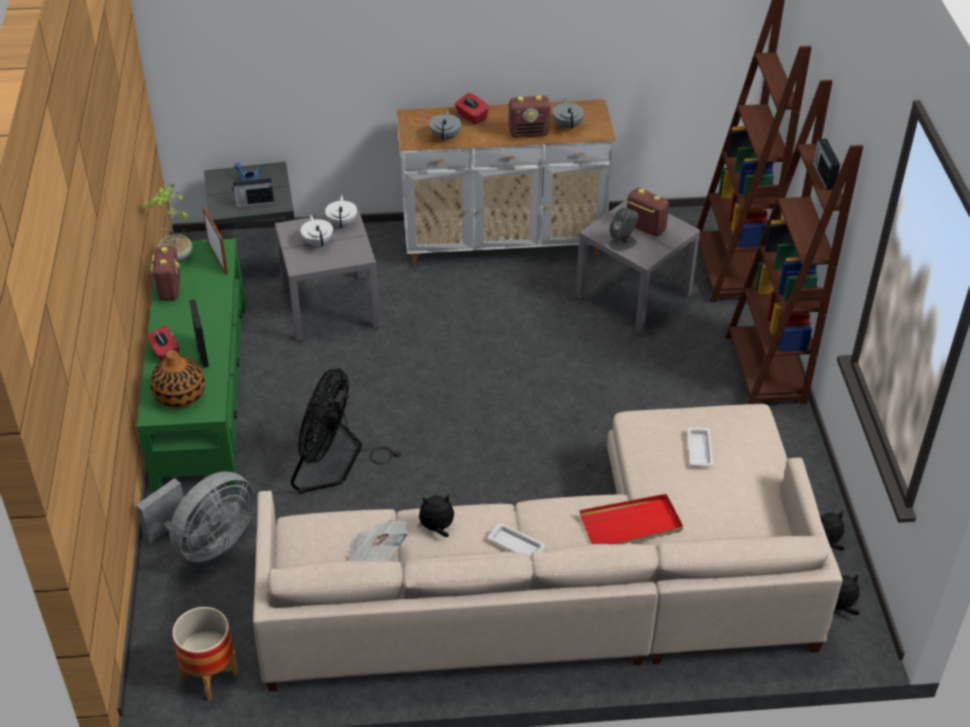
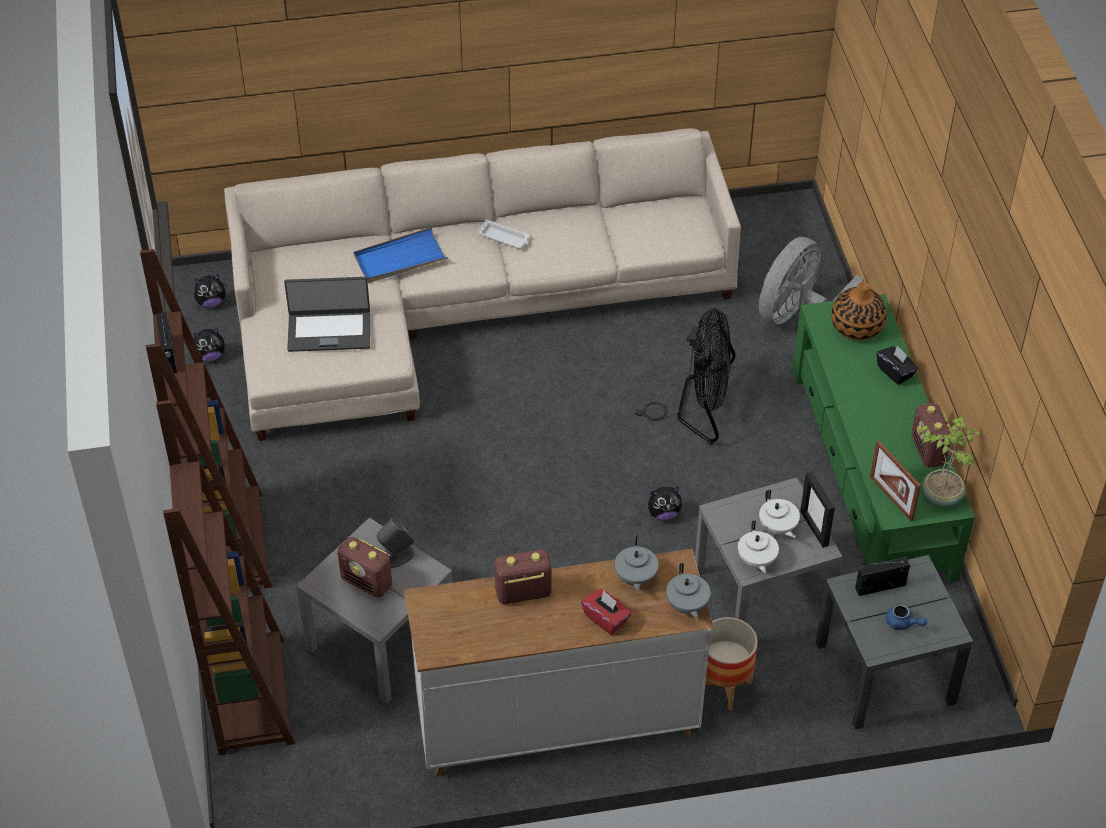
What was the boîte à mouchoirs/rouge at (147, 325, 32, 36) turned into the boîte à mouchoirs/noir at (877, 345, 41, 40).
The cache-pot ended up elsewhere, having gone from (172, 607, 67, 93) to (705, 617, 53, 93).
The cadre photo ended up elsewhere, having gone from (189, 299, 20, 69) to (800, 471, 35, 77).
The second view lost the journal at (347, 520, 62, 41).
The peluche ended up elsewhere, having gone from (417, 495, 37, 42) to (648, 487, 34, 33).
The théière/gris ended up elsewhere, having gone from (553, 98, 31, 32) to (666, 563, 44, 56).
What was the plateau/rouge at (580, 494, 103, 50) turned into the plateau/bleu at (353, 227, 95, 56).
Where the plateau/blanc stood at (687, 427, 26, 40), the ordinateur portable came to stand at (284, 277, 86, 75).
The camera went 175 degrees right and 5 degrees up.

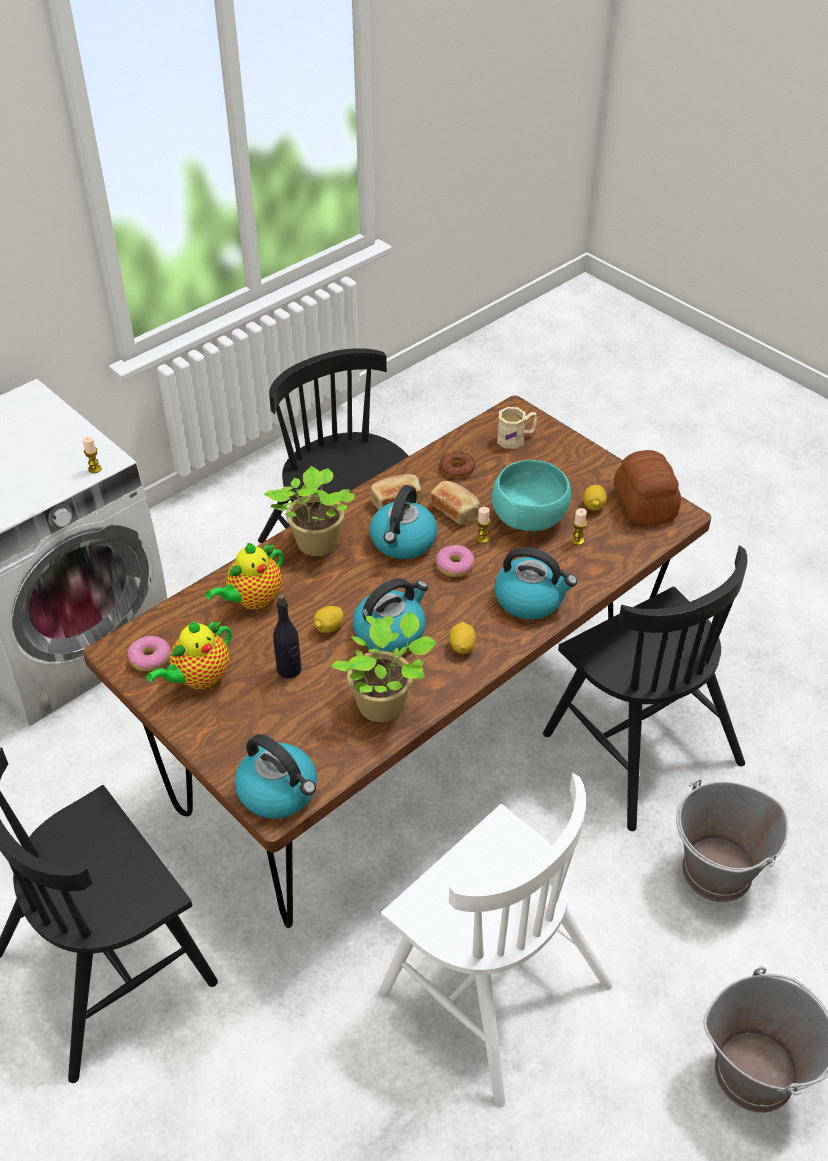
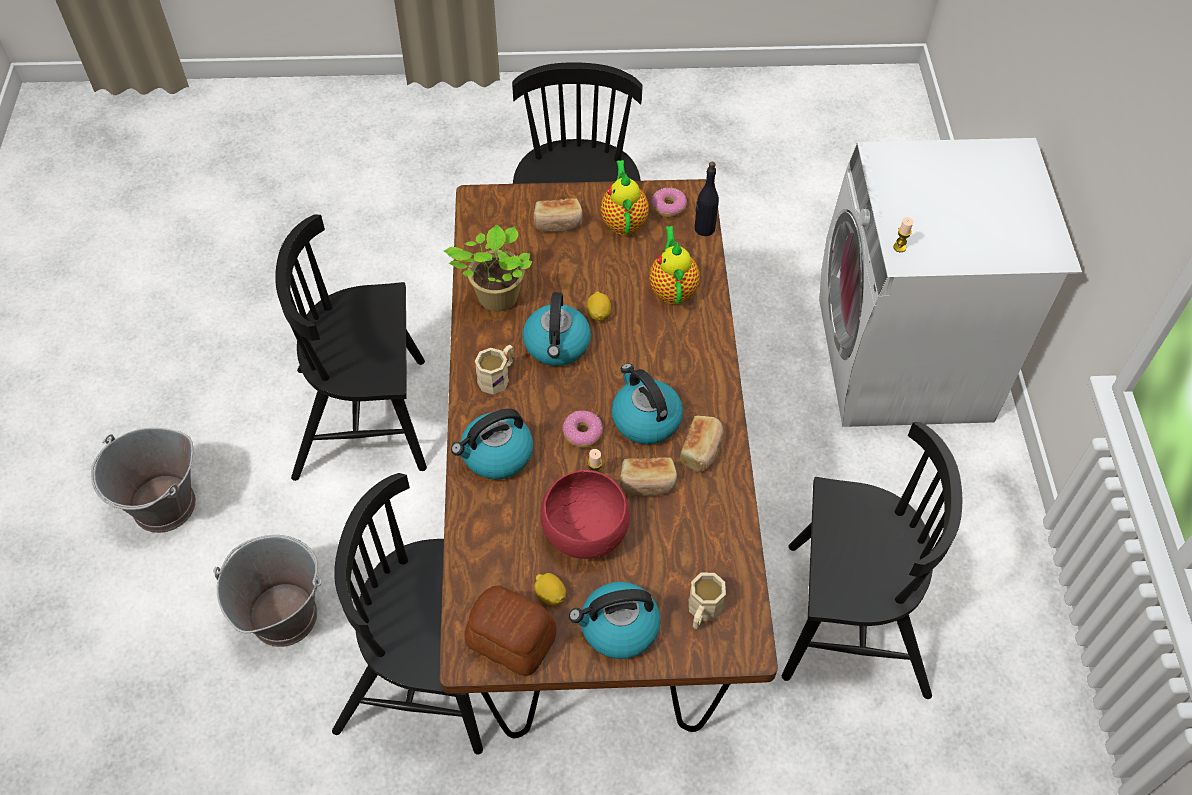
The bouilloire ended up elsewhere, having gone from (235, 734, 82, 85) to (569, 582, 92, 77).
The second view lost the plante en pot at (264, 466, 91, 90).
The bouteille/noir ended up elsewhere, having gone from (273, 593, 28, 85) to (694, 162, 25, 74).
What was the chaise/blanc at (378, 773, 235, 335) turned into the chaise/noir at (275, 215, 152, 266).
The second view lost the beignet at (439, 451, 36, 27).
Where the citron stood at (450, 622, 26, 32), the mug/beige came to stand at (475, 345, 39, 50).
What was the bol/turquoise at (492, 460, 79, 71) turned into the bol/rouge at (540, 470, 90, 89).
The second view lost the bougie at (571, 508, 16, 37).
The second view gained the pain at (534, 198, 49, 34).
The camera went 130 degrees right and 10 degrees up.

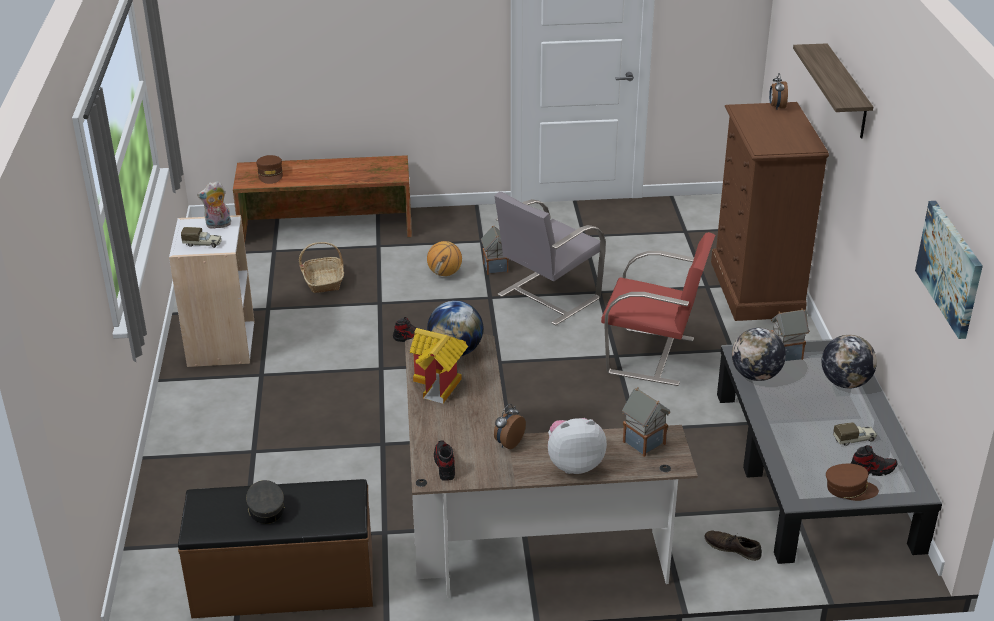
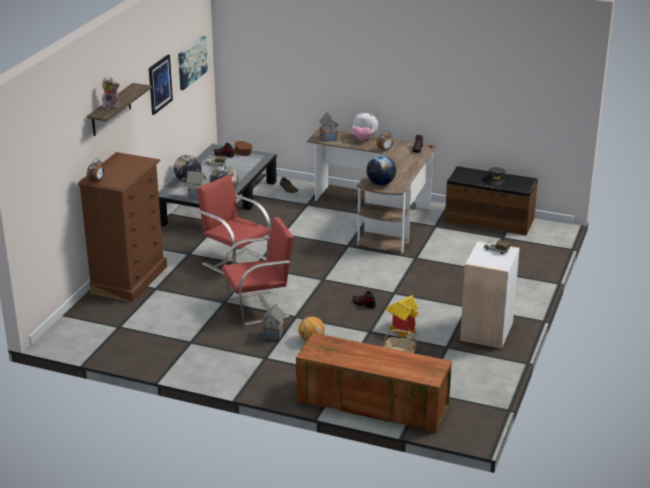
The peluche ended up elsewhere, having gone from (197, 181, 34, 48) to (102, 77, 18, 32).
The second view lost the casquette/marron at (256, 155, 27, 29).
The maison miniature ended up elsewhere, having gone from (410, 328, 58, 75) to (386, 295, 33, 44).
What was the chaise/gris at (494, 192, 112, 133) turned into the chaise/rouge at (222, 217, 72, 109).
The second view gained the tableau at (149, 55, 24, 60).
The camera went 155 degrees left and 5 degrees down.

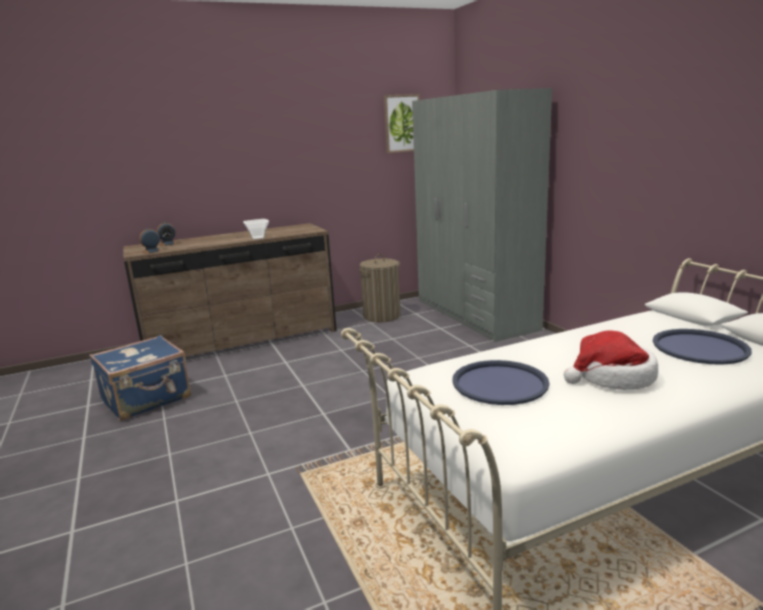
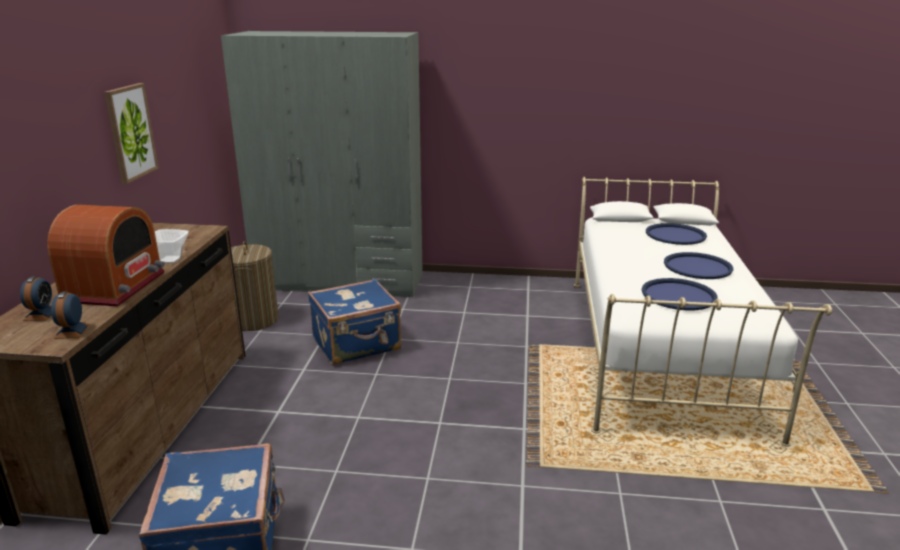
The tableau ended up elsewhere, having gone from (384, 94, 36, 59) to (104, 83, 55, 101).
Where the chapeau stood at (564, 330, 94, 60), the plateau/bleu came to stand at (664, 252, 69, 27).
The second view gained the radio at (47, 205, 118, 101).
The second view gained the valise/bleu at (308, 279, 93, 86).
The camera went 60 degrees left and 5 degrees up.

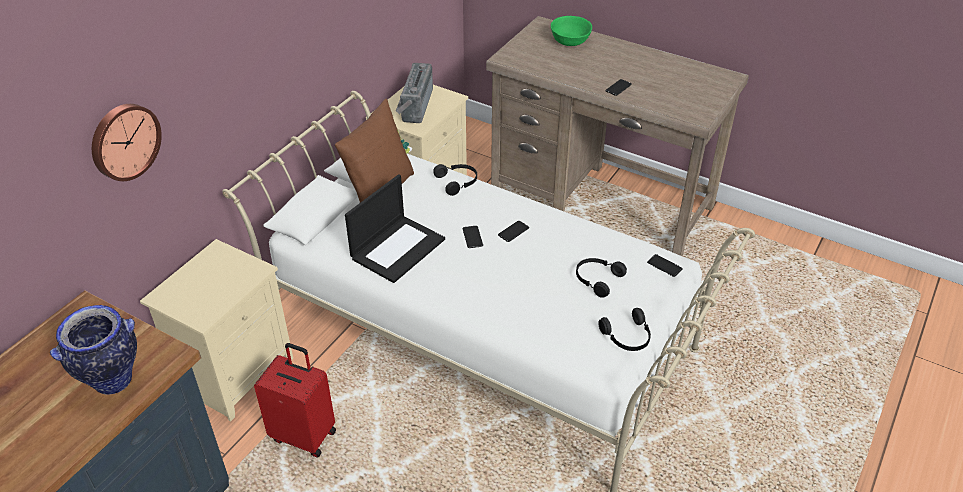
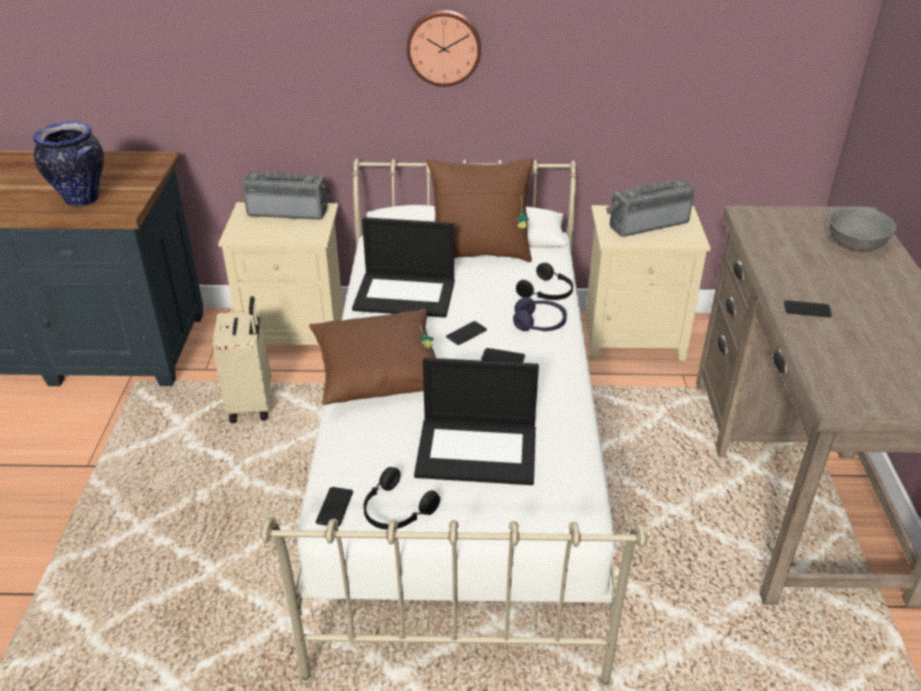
The horloge murale ended up elsewhere, having gone from (92, 104, 70, 77) to (407, 10, 74, 77).
What was the valise/rouge at (254, 343, 82, 115) turned into the valise/beige at (212, 296, 59, 127).
What was the bol/vert at (551, 16, 41, 30) turned into the bol/gris at (829, 206, 67, 46).
Where the casque audio/noir stood at (576, 258, 51, 40), the ordinateur portable came to stand at (414, 358, 125, 127).
The téléphone ended up elsewhere, having gone from (647, 254, 36, 23) to (316, 487, 37, 40).
The second view gained the radio at (242, 170, 87, 50).
The second view gained the coussin/marron at (309, 309, 127, 96).
The second view gained the casque audio/violet at (513, 297, 54, 34).
The camera went 60 degrees right and 5 degrees down.

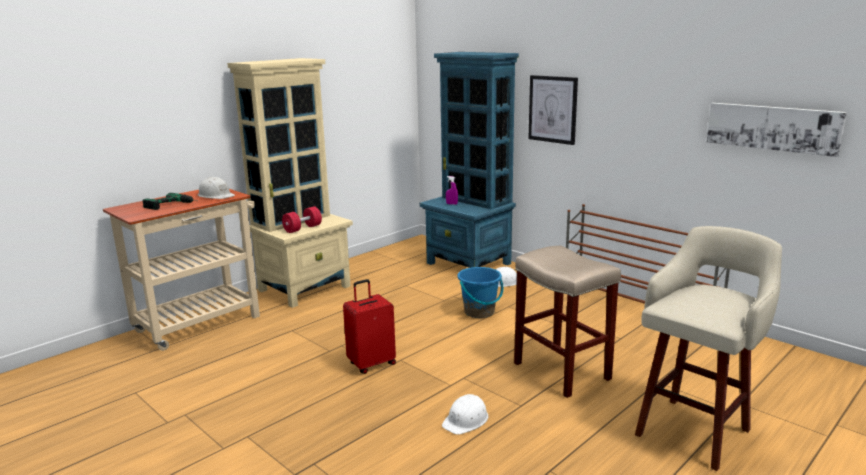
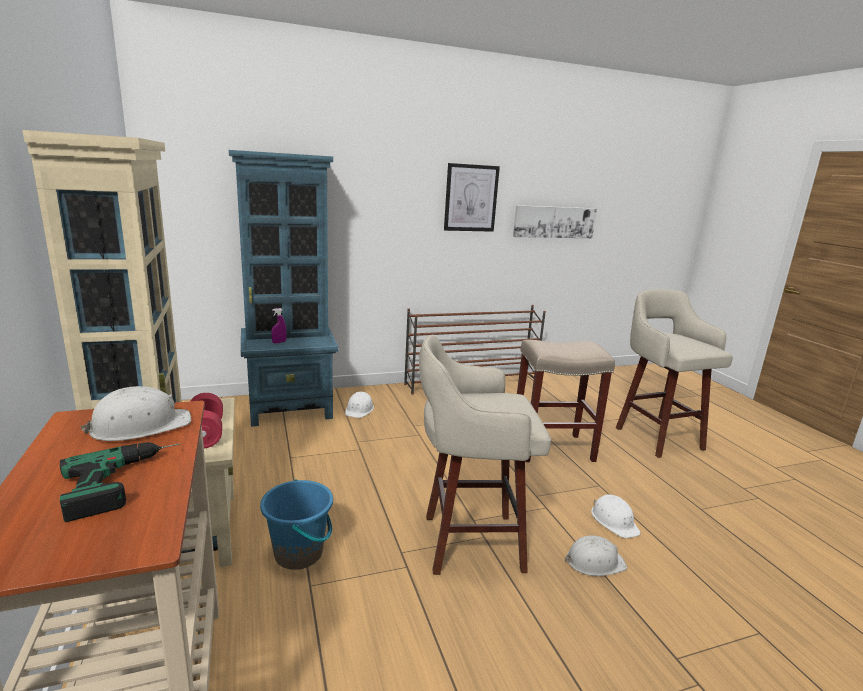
Where the valise/rouge stood at (343, 279, 53, 95), the tabouret/beige came to stand at (419, 335, 132, 240).
The seau/bleu ended up elsewhere, having gone from (457, 267, 46, 51) to (260, 479, 73, 91).
The tableau ended up elsewhere, having gone from (528, 75, 50, 70) to (444, 163, 56, 69).
The second view gained the casque de chantier/blanc at (565, 536, 62, 40).
The camera went 65 degrees left and 0 degrees up.

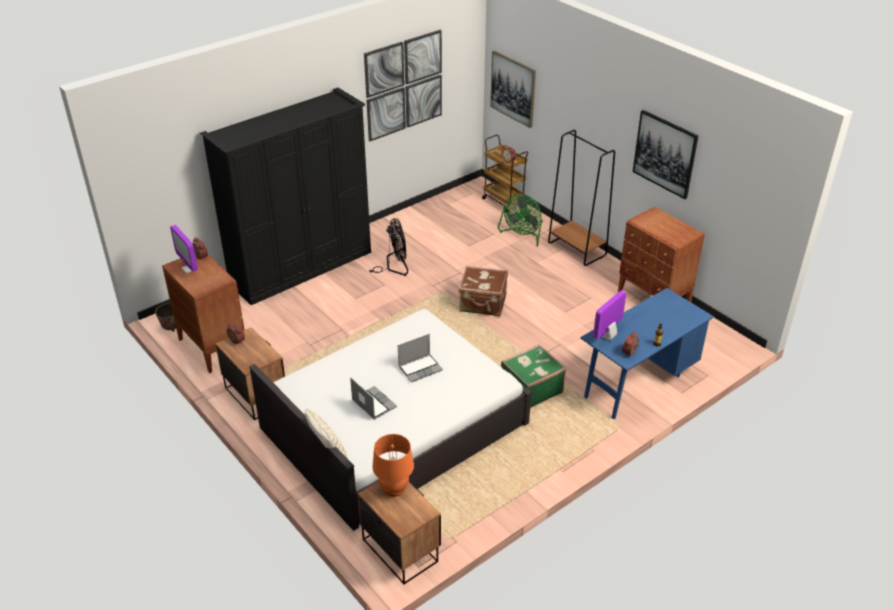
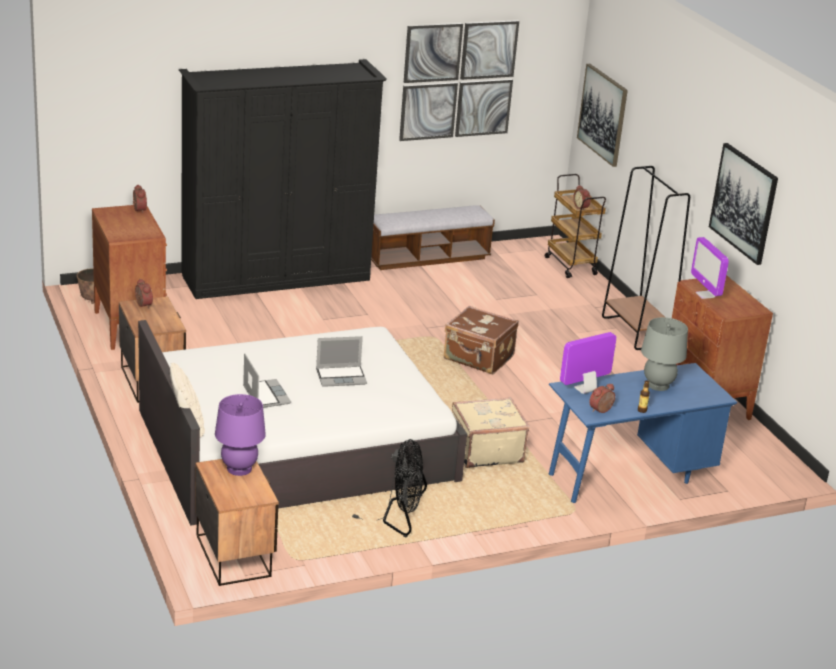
The écran d'ordinateur ended up elsewhere, having gone from (170, 225, 28, 48) to (691, 237, 38, 62).
The ventilateur/noir ended up elsewhere, having gone from (369, 218, 39, 58) to (351, 439, 76, 98).
What was the lampe de table/orange at (373, 434, 41, 63) turned into the lampe de table/violet at (215, 394, 51, 82).
The second view lost the ventilateur/vert at (498, 194, 45, 53).
What was the valise/vert at (501, 344, 65, 64) turned into the valise/beige at (452, 397, 78, 71).
The second view gained the banc at (371, 205, 124, 65).
The second view gained the lampe de table/gris at (641, 317, 47, 74).
The camera went 15 degrees right and 10 degrees down.

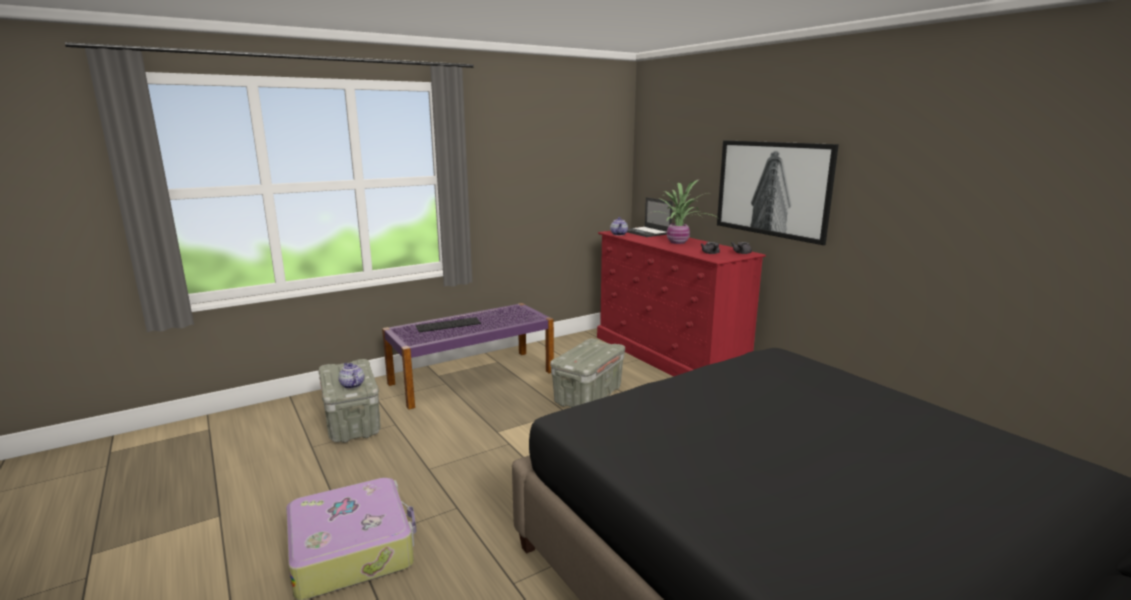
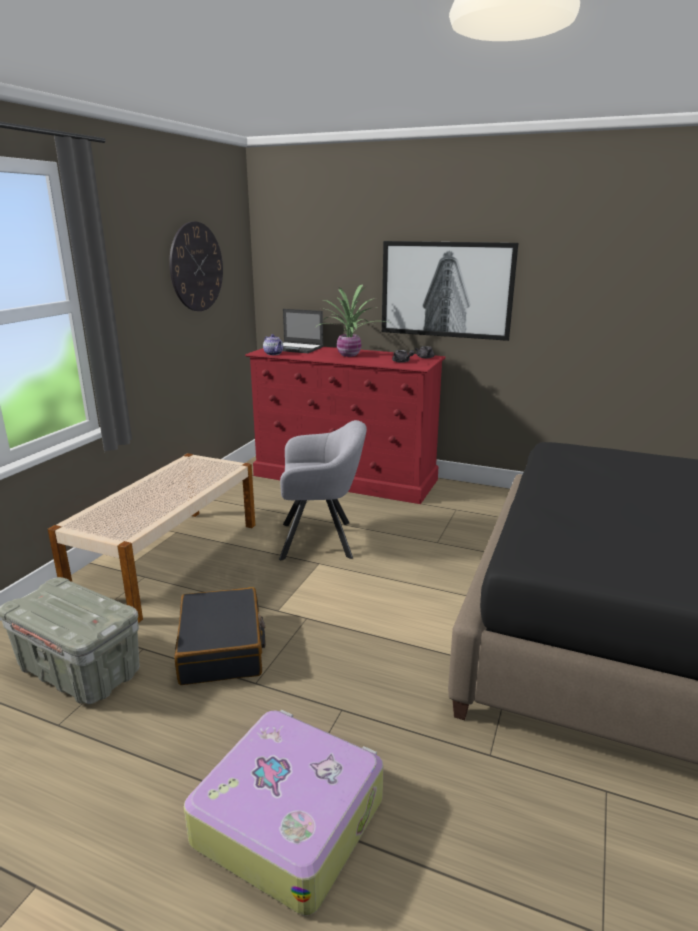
The second view lost the théière at (338, 363, 26, 26).
What was the banc/violet at (382, 303, 172, 107) turned into the banc/beige at (48, 453, 207, 170).
The second view lost the clavier at (416, 317, 65, 15).
Where the boîte de rangement/gris stood at (550, 339, 75, 68), the fauteuil/gris came to stand at (279, 420, 88, 140).
The second view gained the horloge murale at (169, 222, 54, 89).
The second view gained the valise/noir at (175, 587, 90, 98).
The camera went 35 degrees left and 5 degrees up.

